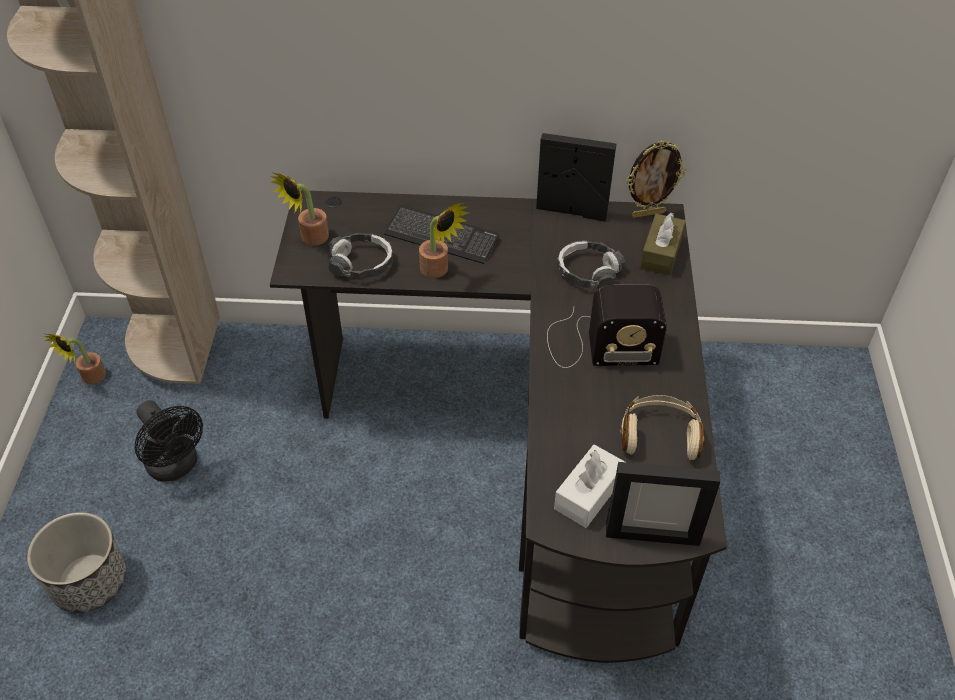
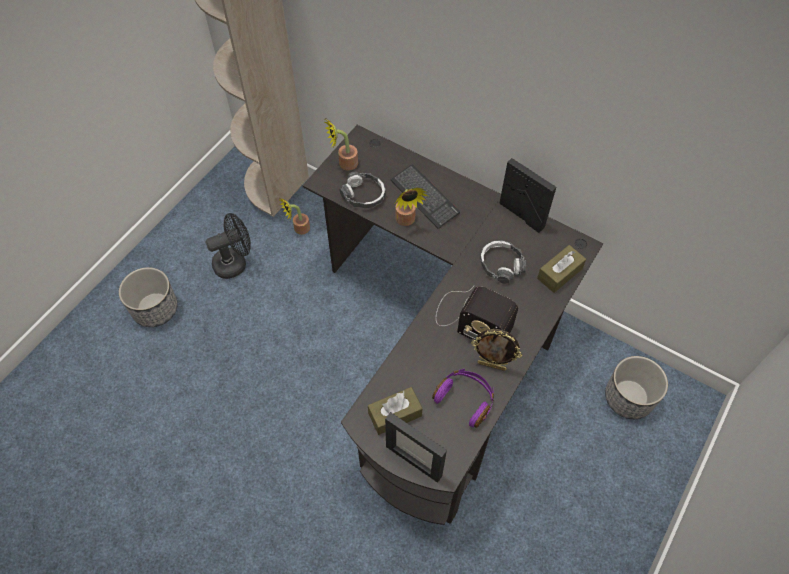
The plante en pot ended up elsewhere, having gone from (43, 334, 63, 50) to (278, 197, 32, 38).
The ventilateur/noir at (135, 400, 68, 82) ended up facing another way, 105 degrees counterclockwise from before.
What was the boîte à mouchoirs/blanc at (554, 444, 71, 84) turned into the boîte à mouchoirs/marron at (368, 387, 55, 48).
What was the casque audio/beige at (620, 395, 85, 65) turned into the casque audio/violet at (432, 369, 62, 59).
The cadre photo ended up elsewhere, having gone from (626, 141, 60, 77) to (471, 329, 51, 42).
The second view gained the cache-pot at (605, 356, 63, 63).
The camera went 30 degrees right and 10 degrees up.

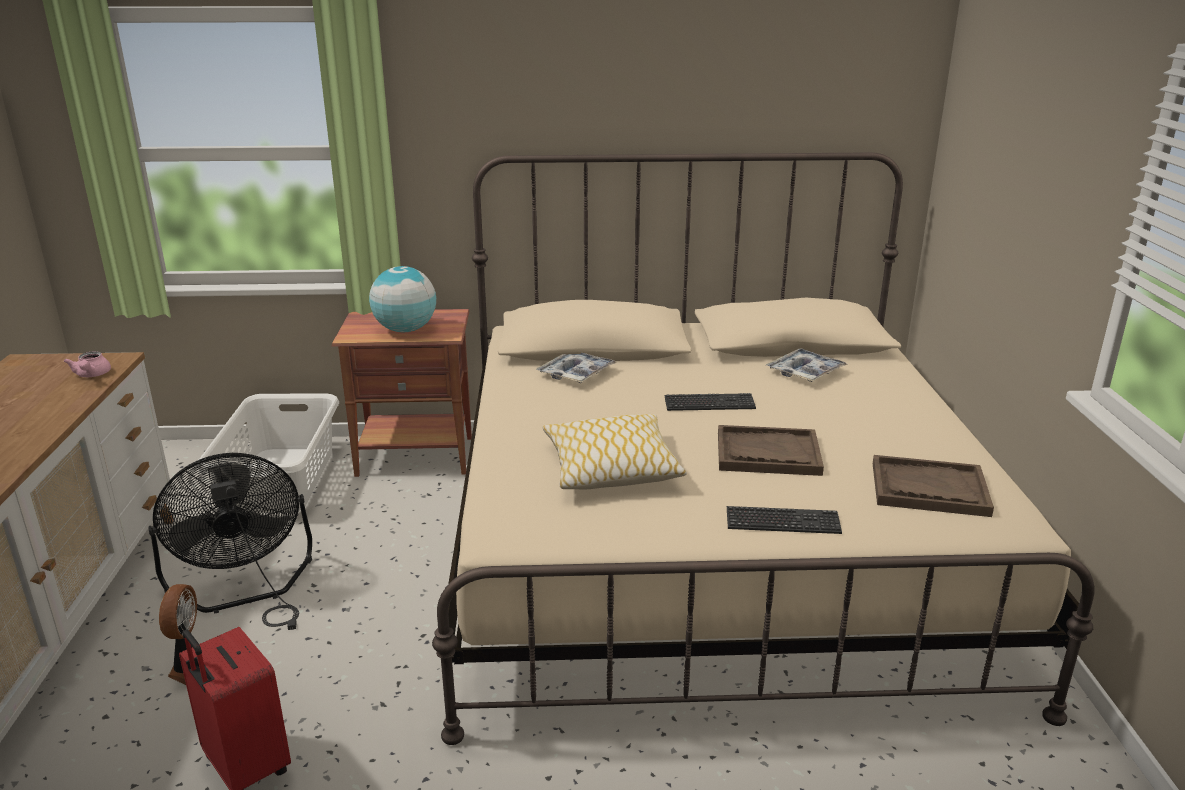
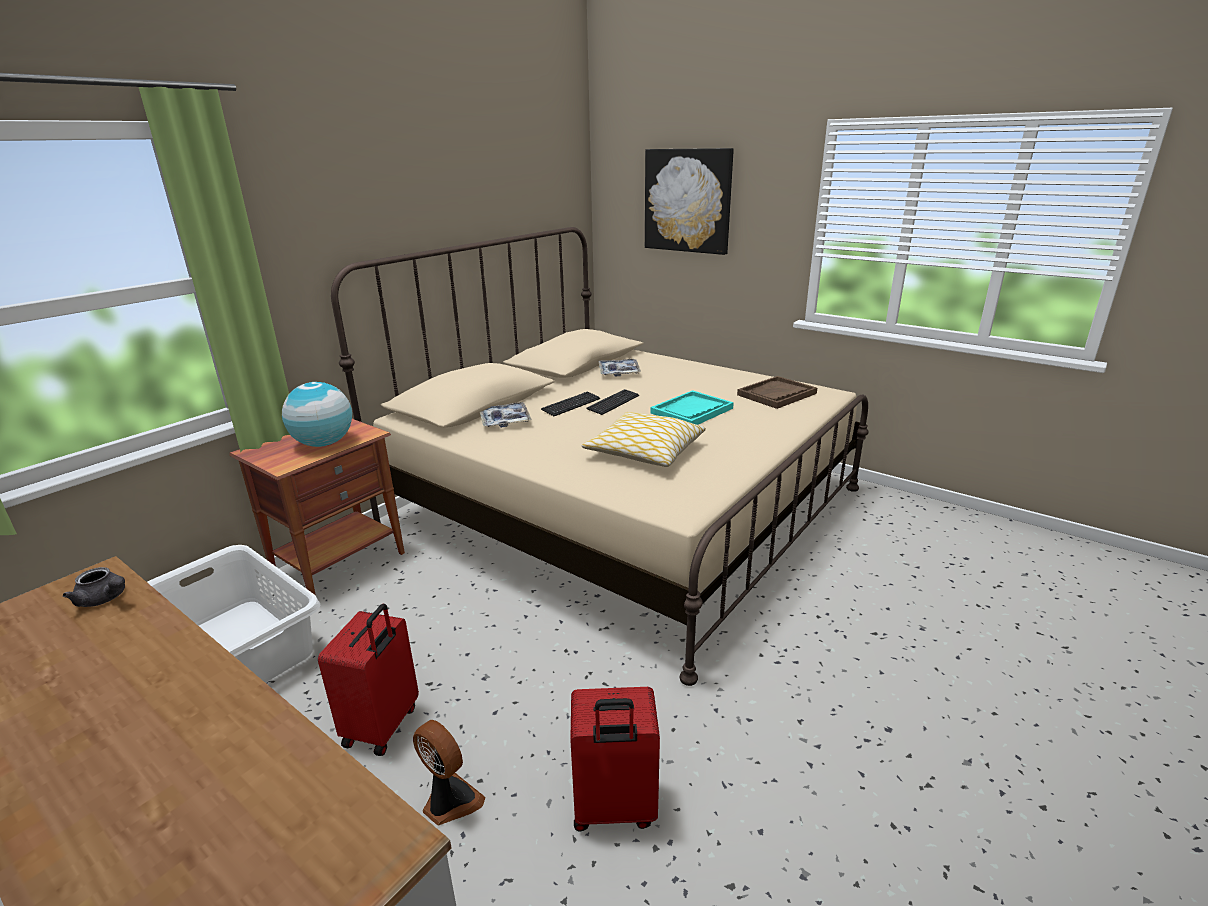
What was the théière/rose at (64, 351, 47, 26) turned into the théière/gris at (63, 567, 62, 40).
Where the ventilateur/noir stood at (148, 453, 164, 177), the valise/rouge came to stand at (318, 604, 101, 152).
What was the plateau/marron at (718, 425, 106, 51) turned into the plateau/turquoise at (650, 390, 84, 35).
The clavier ended up elsewhere, having gone from (727, 506, 115, 28) to (541, 391, 59, 25).
The second view gained the tableau at (645, 148, 89, 107).
The camera went 50 degrees left and 0 degrees up.

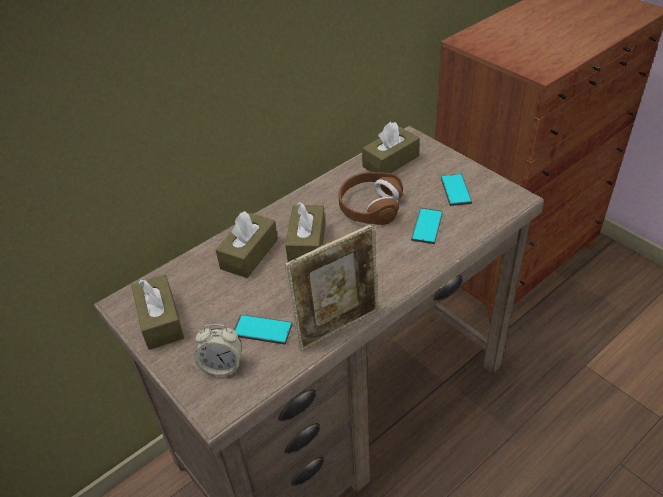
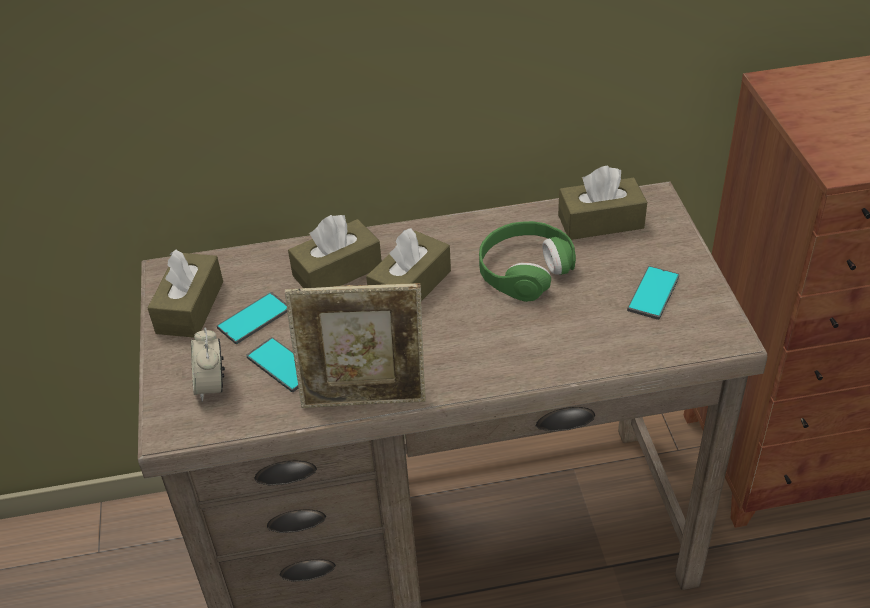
The réveil at (194, 324, 48, 52) ended up facing another way, 45 degrees clockwise from before.
What was the casque audio/marron at (339, 172, 64, 53) turned into the casque audio/vert at (479, 221, 97, 81).
The téléphone ended up elsewhere, having gone from (411, 208, 32, 36) to (217, 292, 70, 52).
The camera went 30 degrees right and 0 degrees up.

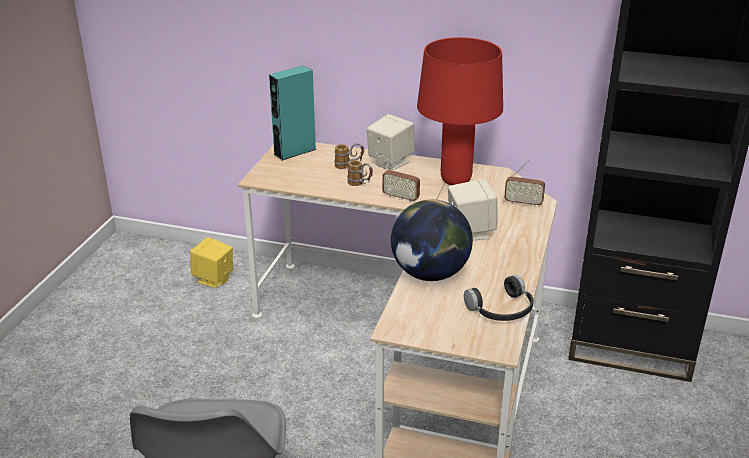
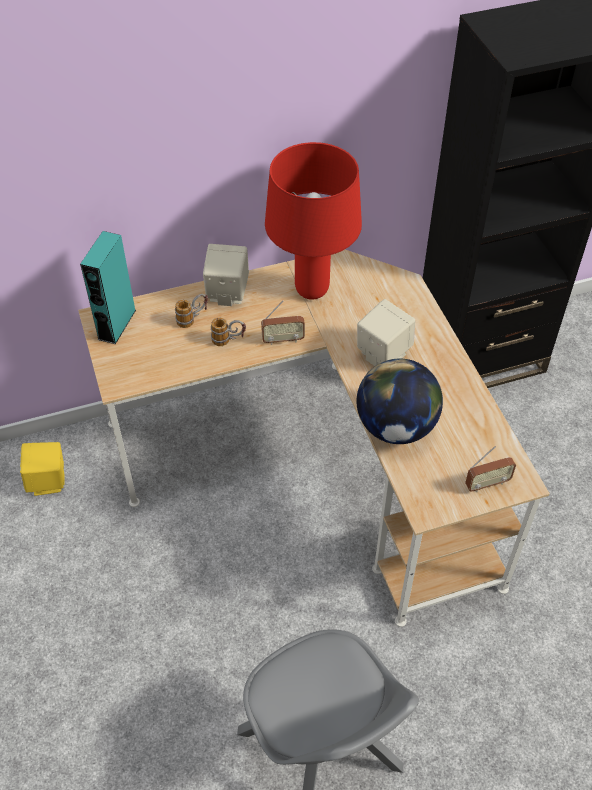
The second view lost the casque audio/noir at (464, 275, 69, 46).
The radio ended up elsewhere, having gone from (504, 160, 41, 47) to (465, 446, 51, 46).
The camera went 35 degrees left and 20 degrees up.

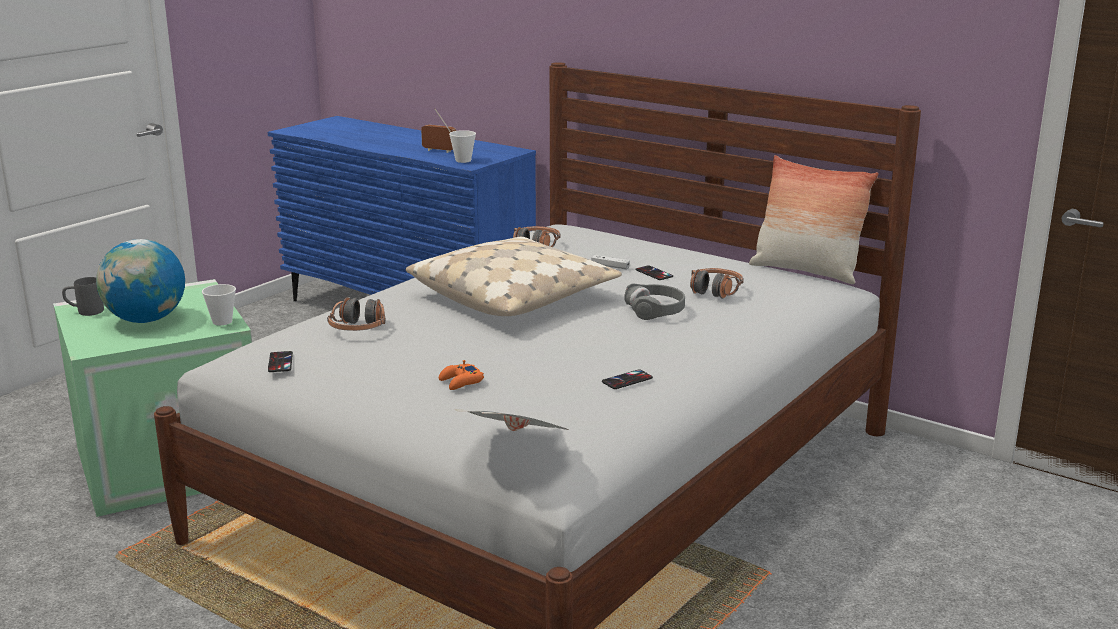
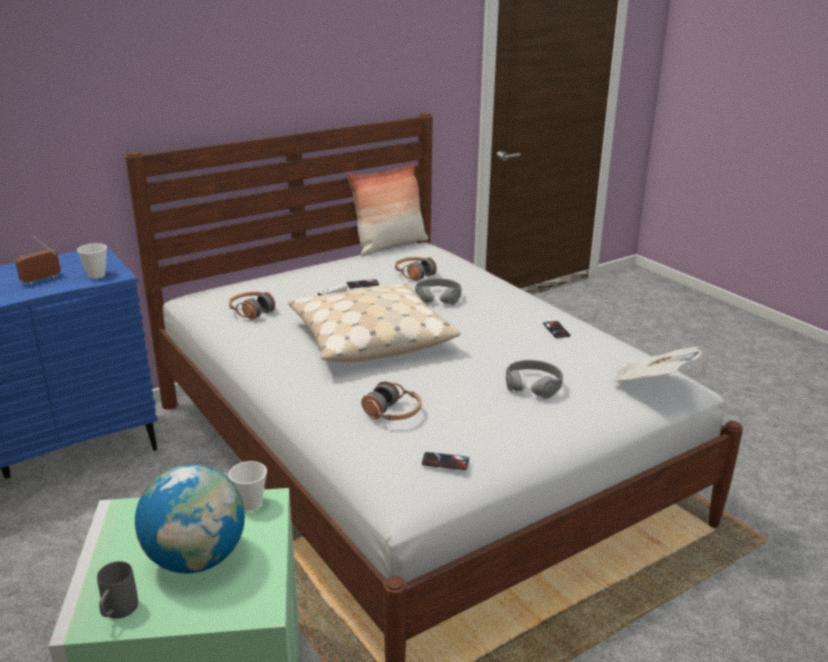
Where the manette/orange stood at (439, 360, 45, 30), the casque audio/gris came to stand at (506, 360, 57, 39).
The camera went 70 degrees left and 5 degrees up.

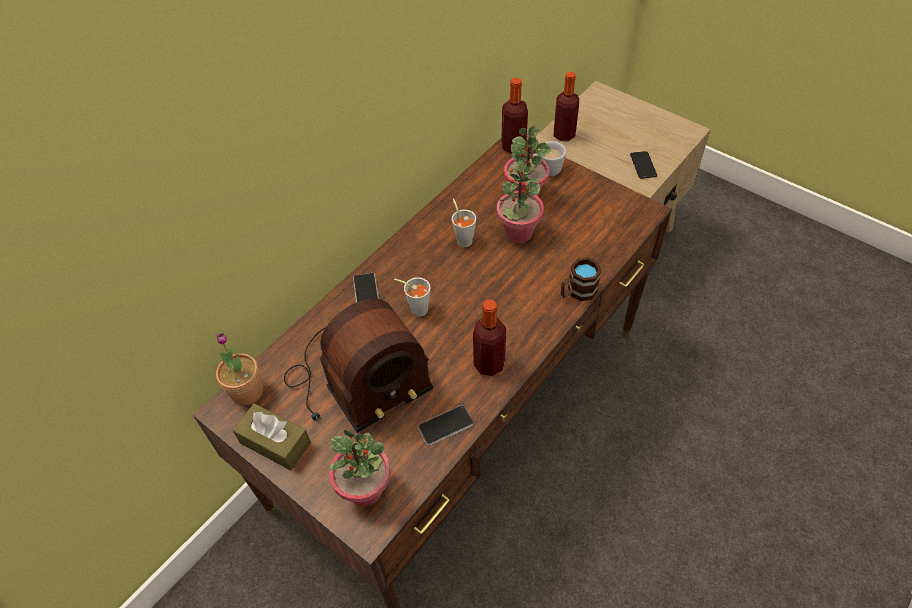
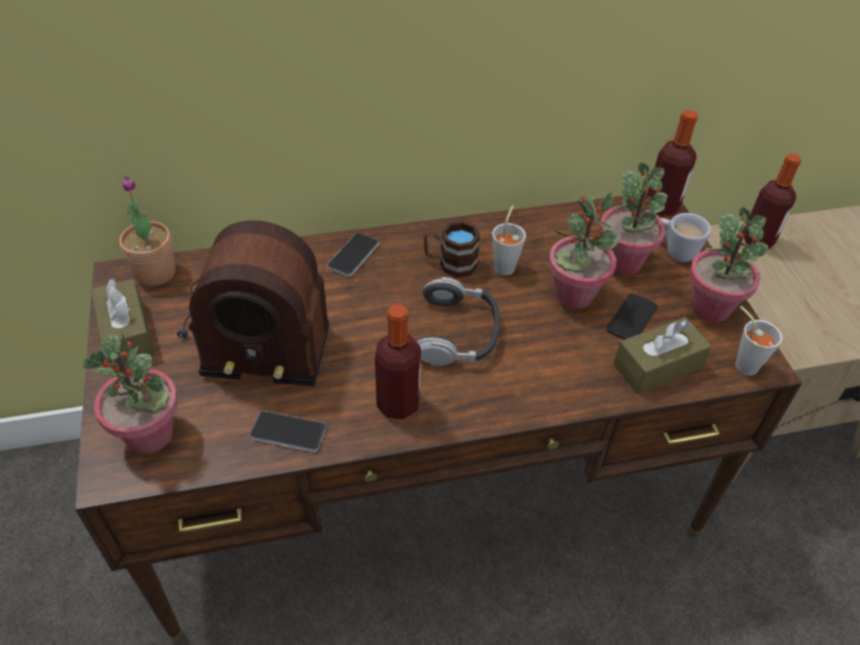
The tasse/gris ended up elsewhere, having gone from (394, 277, 37, 40) to (735, 306, 48, 70).
The mug/marron ended up elsewhere, having gone from (561, 257, 40, 44) to (424, 221, 56, 57).
The téléphone ended up elsewhere, having gone from (630, 151, 27, 28) to (606, 293, 52, 47).
The second view gained the casque audio at (416, 277, 84, 89).
The second view gained the boîte à mouchoirs/marron at (613, 317, 99, 77).
The second view gained the plante en pot at (689, 207, 79, 115).
The camera went 35 degrees right and 5 degrees down.

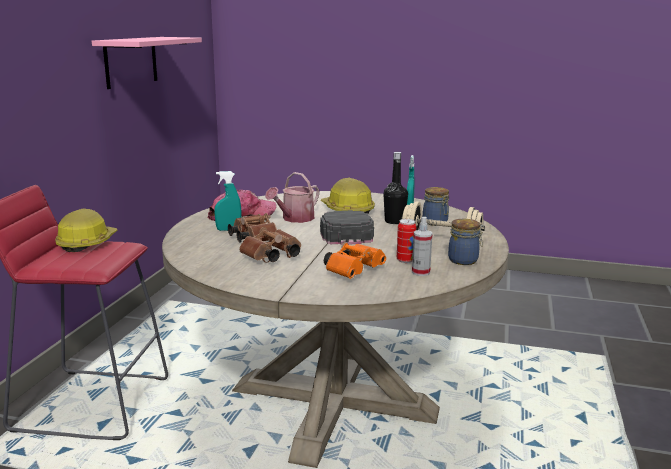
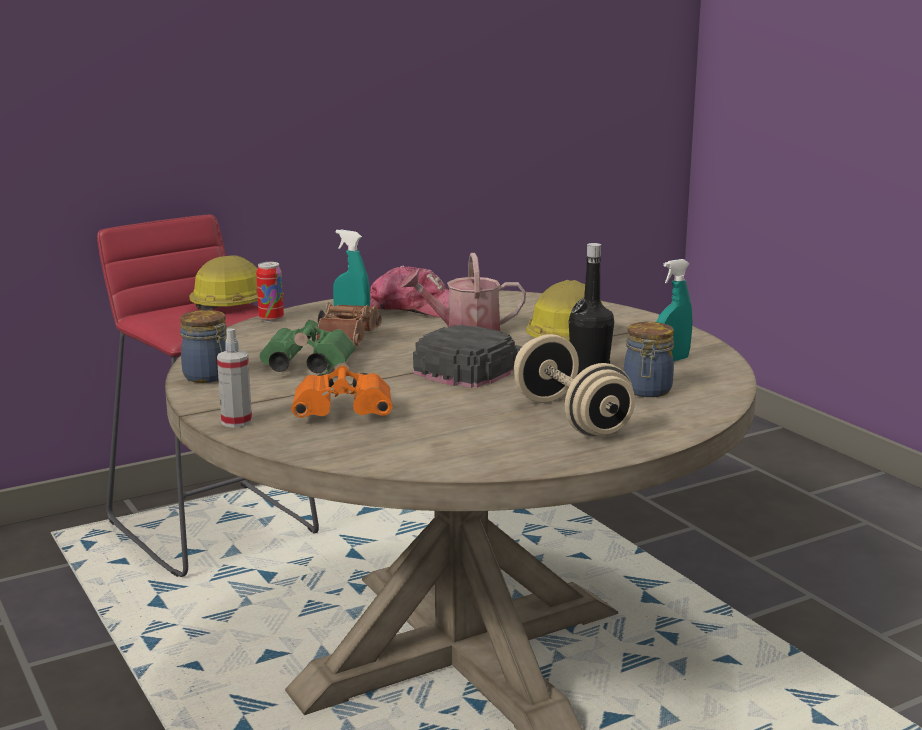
The second view lost the étagère/rose at (92, 37, 110, 52).
What was the jumelles/marron at (239, 227, 62, 36) turned into the jumelles/vert at (260, 320, 95, 54).
The boîte métallique ended up elsewhere, having gone from (397, 219, 19, 44) to (256, 262, 28, 60).
The vaporisateur ended up elsewhere, having gone from (412, 217, 21, 59) to (217, 328, 35, 100).
The bocal ended up elsewhere, having gone from (448, 219, 35, 46) to (180, 310, 47, 73).
The camera went 45 degrees right and 0 degrees up.

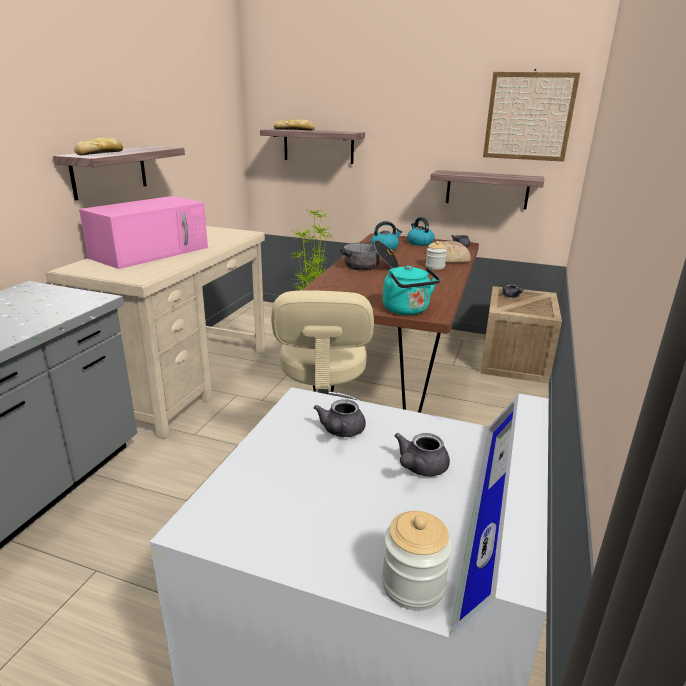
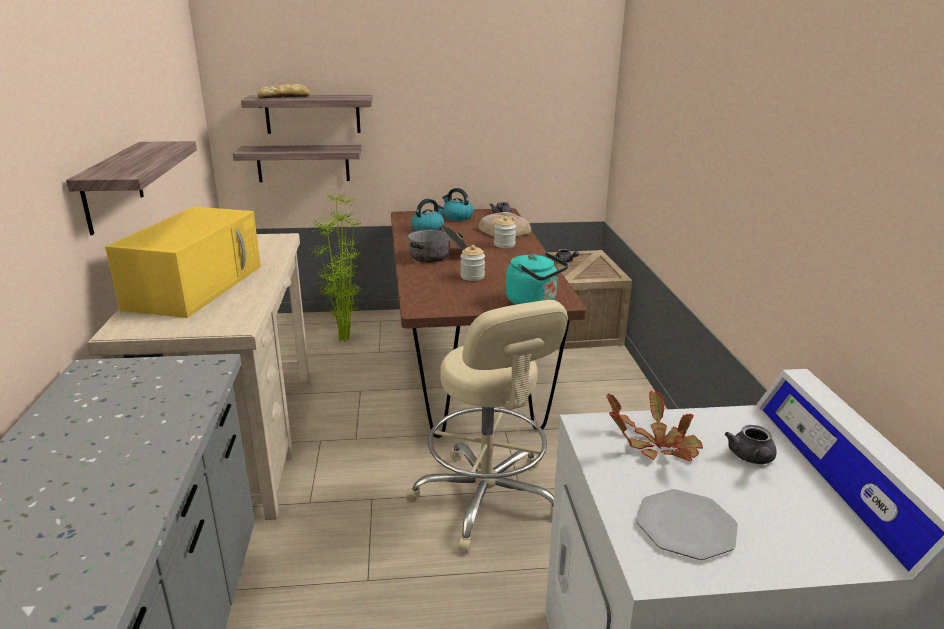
The second view lost the pain at (74, 137, 49, 18).
What was the micro-ondes/rose at (79, 196, 129, 73) turned into the micro-ondes/jaune at (105, 207, 156, 111).
Where the théière/gris stood at (314, 399, 52, 38), the plante en pot came to stand at (606, 390, 97, 71).
The bocal ended up elsewhere, having gone from (382, 511, 70, 100) to (460, 245, 25, 36).
The étagère ended up elsewhere, having gone from (430, 170, 115, 39) to (233, 145, 128, 37).
The second view lost the tableau at (483, 69, 97, 93).
The second view gained the assiette at (636, 489, 102, 71).
The camera went 25 degrees left and 0 degrees up.

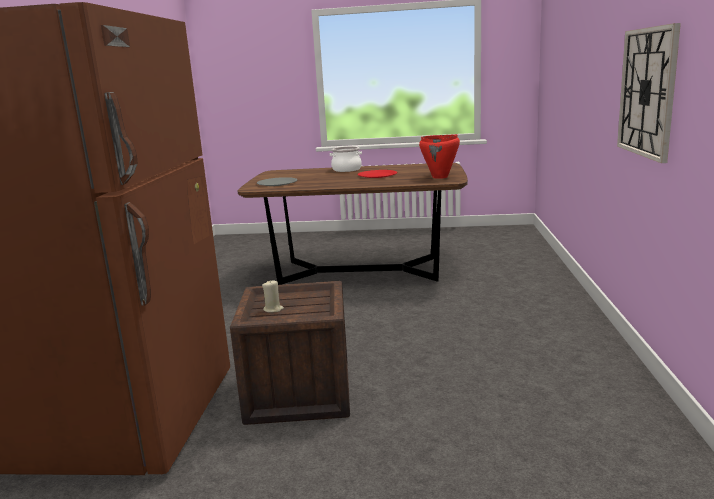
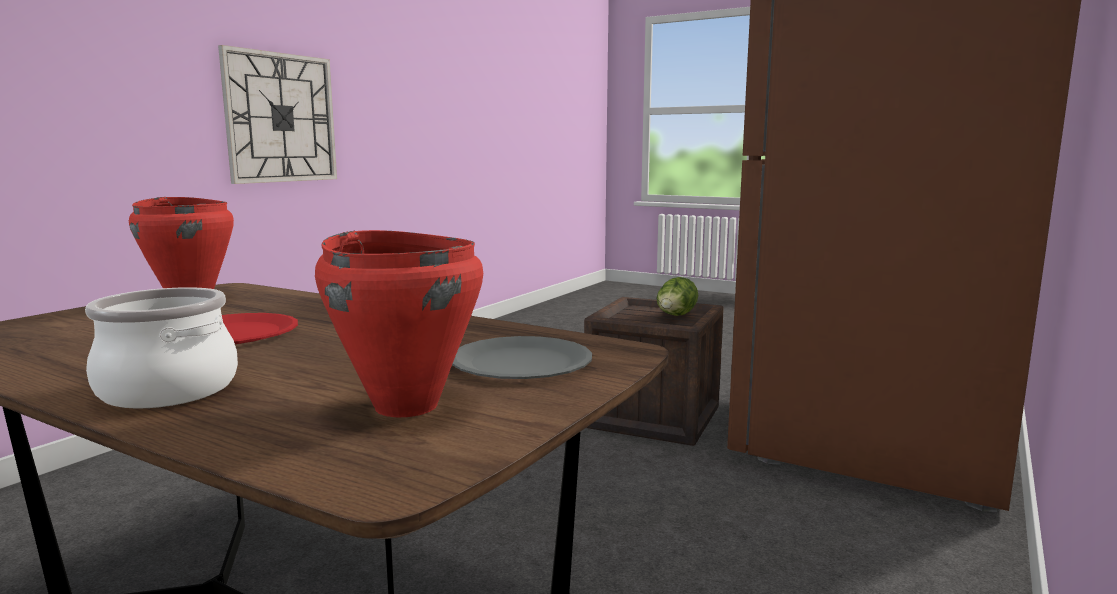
Where the bougie/beige stood at (262, 280, 22, 33), the laitue came to stand at (657, 277, 41, 39).
The second view gained the marmite/rouge at (315, 230, 168, 187).
The camera went 155 degrees left and 5 degrees down.

